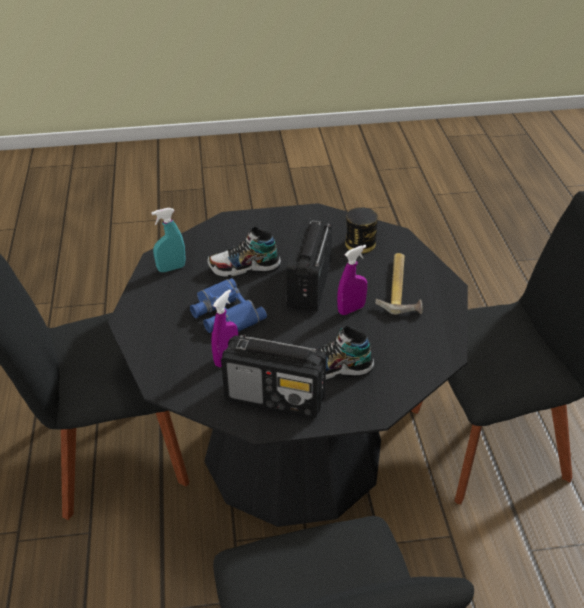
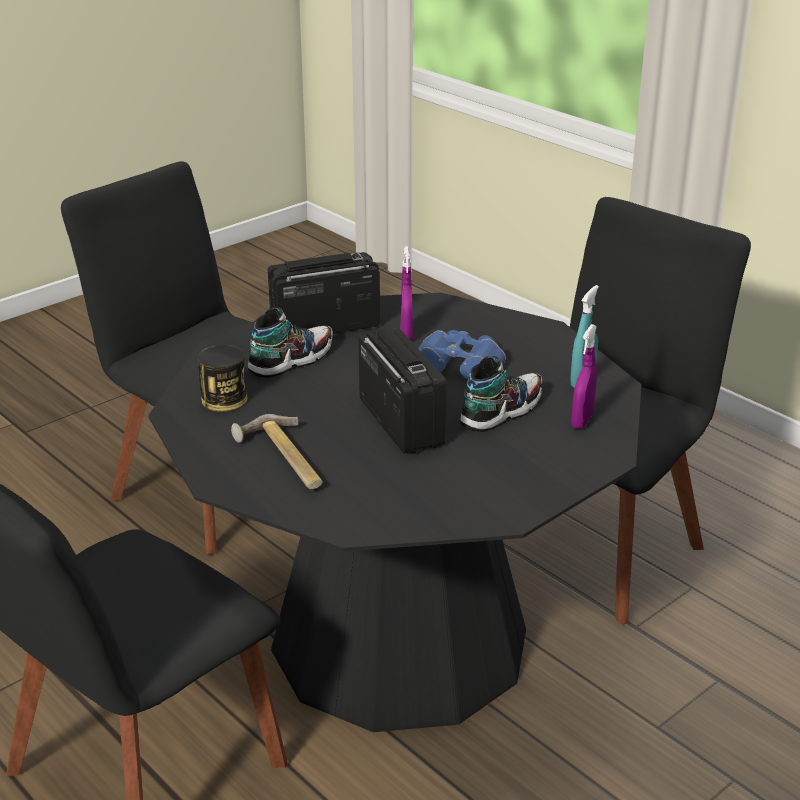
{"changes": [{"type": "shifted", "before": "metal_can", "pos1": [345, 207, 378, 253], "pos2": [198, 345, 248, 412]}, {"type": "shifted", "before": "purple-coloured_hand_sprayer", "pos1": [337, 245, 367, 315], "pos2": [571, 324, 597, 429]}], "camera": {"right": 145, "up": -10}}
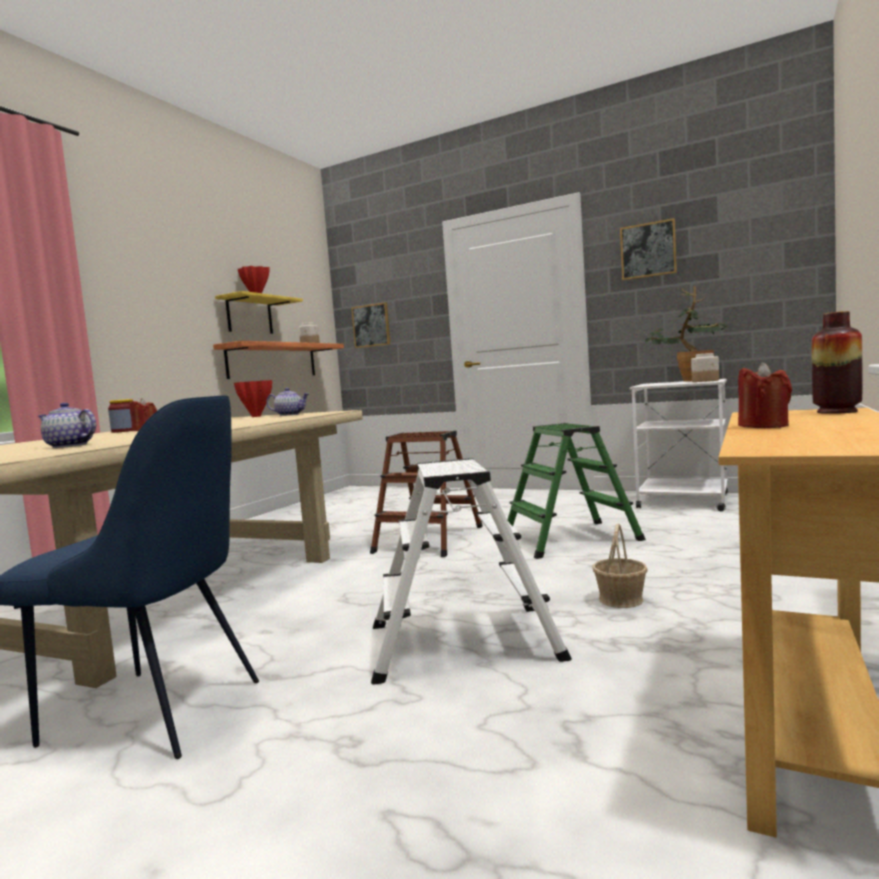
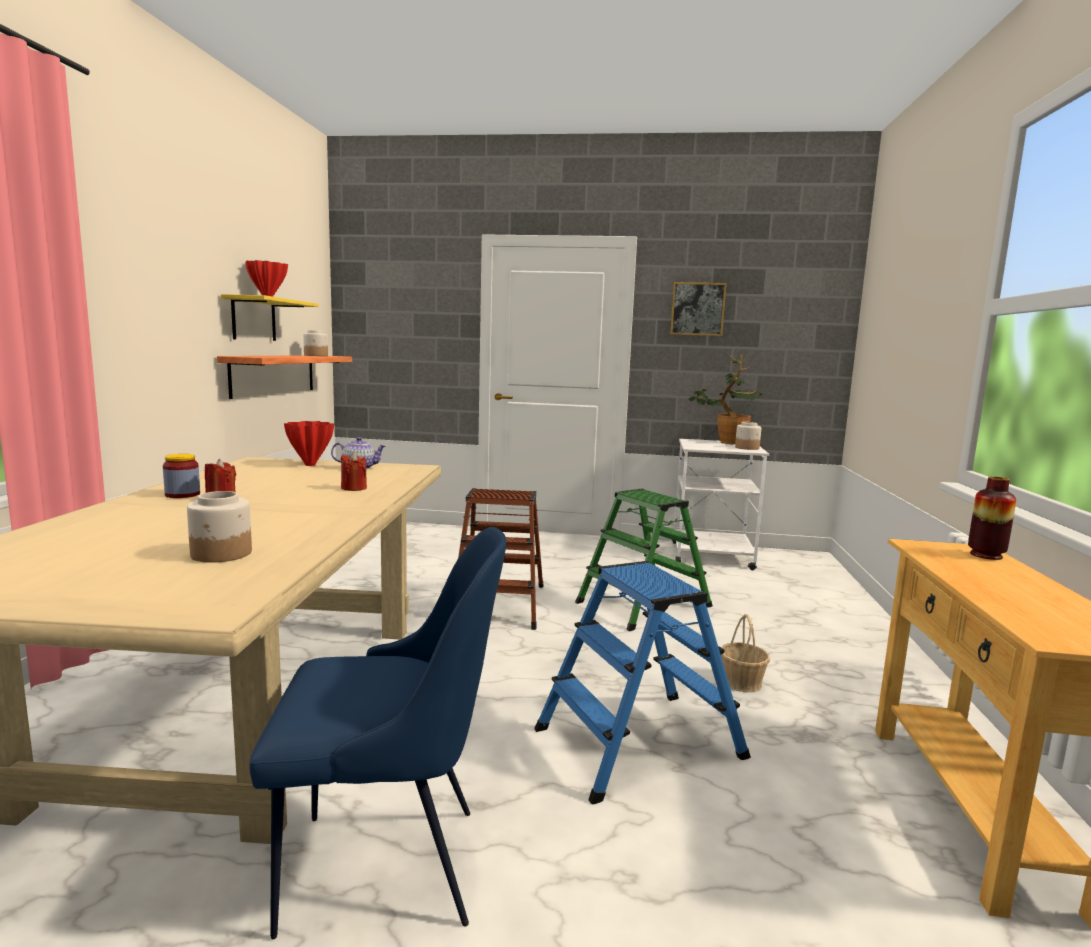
{"changes": [{"type": "gone", "before": "wall_picture", "pos1": [351, 302, 390, 348]}, {"type": "shifted", "before": "red-coloured_wax_candle", "pos1": [738, 362, 792, 428], "pos2": [341, 452, 367, 491]}, {"type": "swapped", "before": "tea_pot", "after": "preserve_jar", "pos1": [38, 402, 96, 448], "pos2": [187, 491, 252, 563]}, {"type": "repainted", "before": "white-coloured_step_stool", "after": "blue-coloured_step_stool", "pos1": [371, 458, 572, 684], "pos2": [534, 561, 751, 804]}], "camera": {"right": -20, "up": 5}}
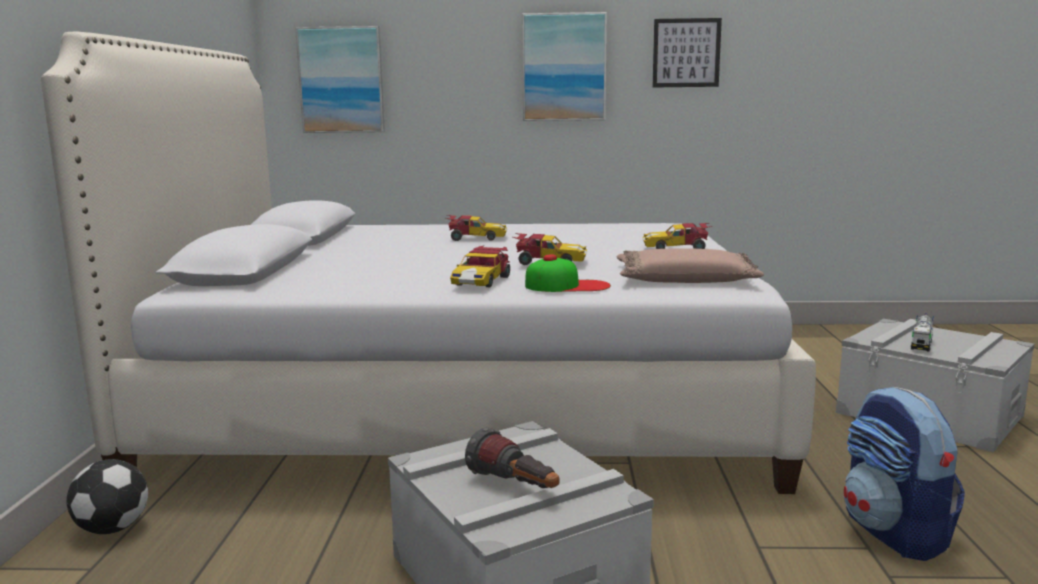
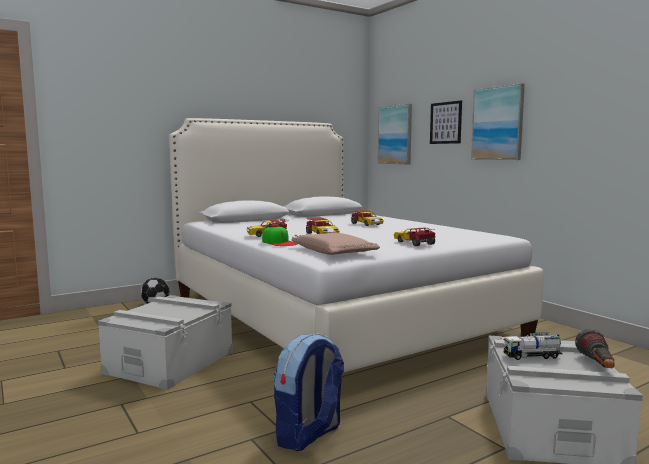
{"changes": [{"type": "shifted", "before": "wall_picture", "pos1": [652, 18, 722, 88], "pos2": [430, 100, 462, 144]}, {"type": "shifted", "before": "flashlight", "pos1": [465, 427, 560, 488], "pos2": [575, 329, 615, 368]}], "camera": {"right": 55, "up": -5}}
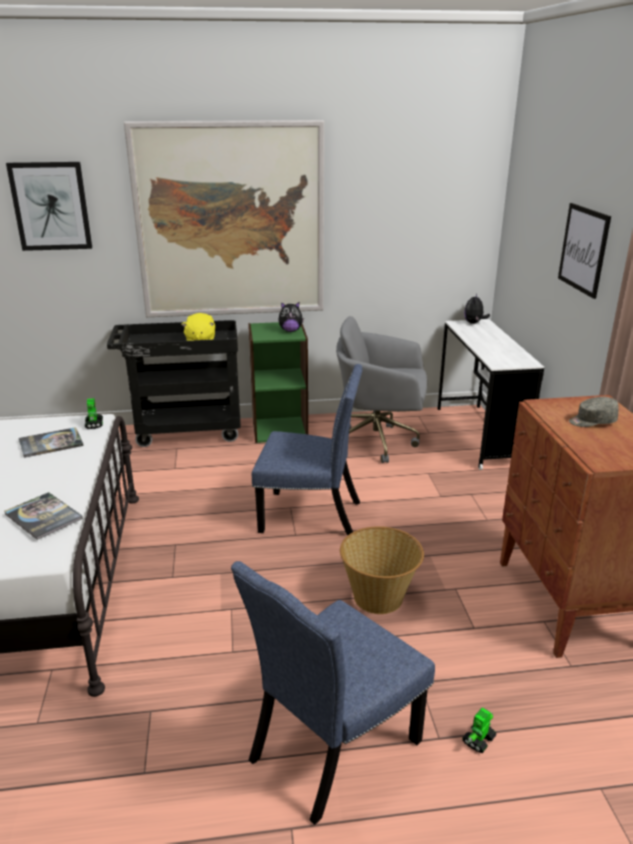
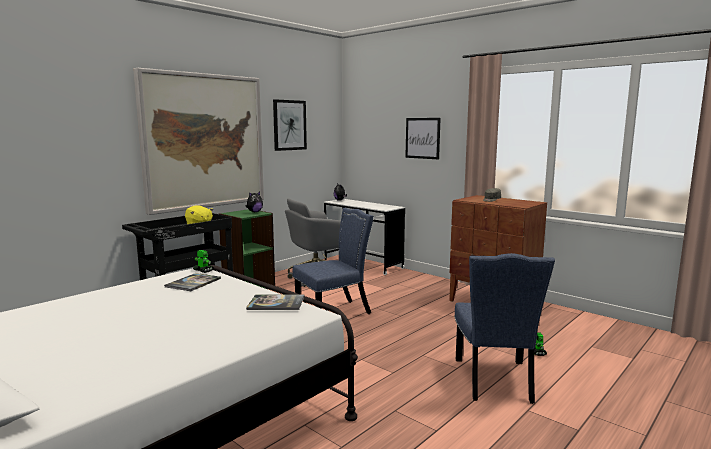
{"changes": [{"type": "shifted", "before": "wall_picture", "pos1": [6, 162, 92, 251], "pos2": [273, 99, 307, 151]}, {"type": "gone", "before": "household_basket", "pos1": [340, 526, 424, 614]}], "camera": {"right": -40, "up": -15}}
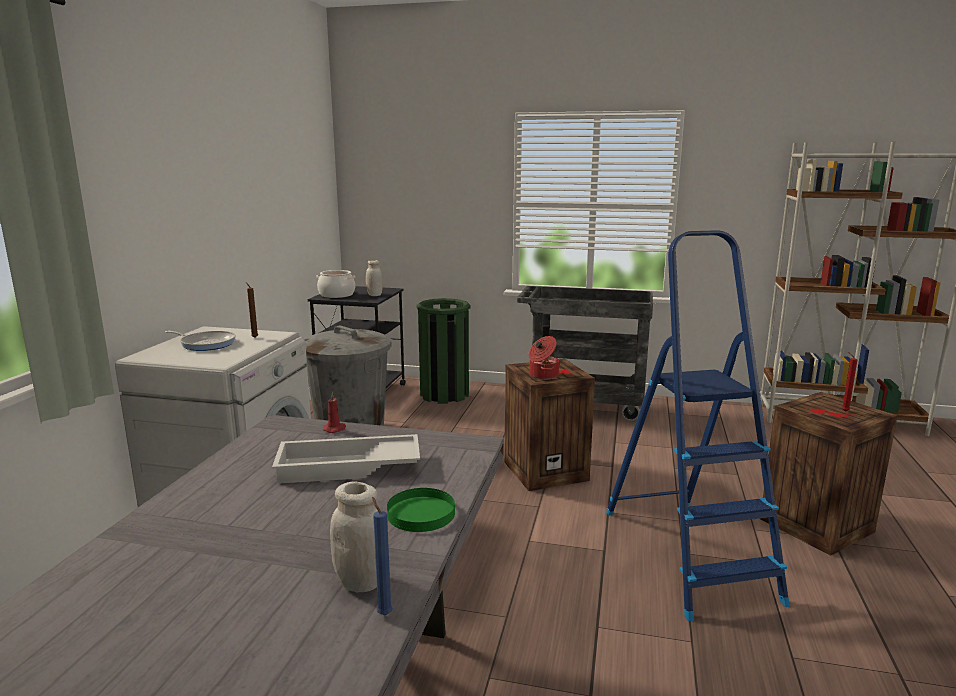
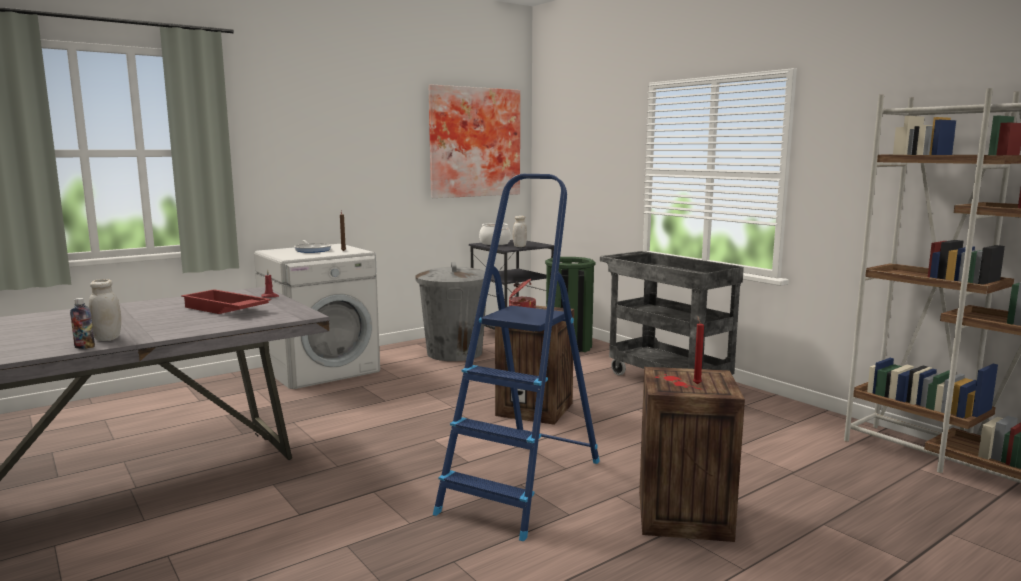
{"changes": [{"type": "repainted", "before": "white-coloured_tray", "after": "red-coloured_tray", "pos1": [272, 434, 420, 484], "pos2": [181, 289, 271, 314]}, {"type": "gone", "before": "green_plate", "pos1": [387, 488, 455, 532]}, {"type": "swapped", "before": "blue-coloured_wax_candle", "after": "beverage_bottle", "pos1": [372, 497, 393, 615], "pos2": [70, 298, 95, 349]}, {"type": "new", "after": "wall_picture", "pos2": [429, 84, 520, 198]}], "camera": {"right": 40, "up": -5}}
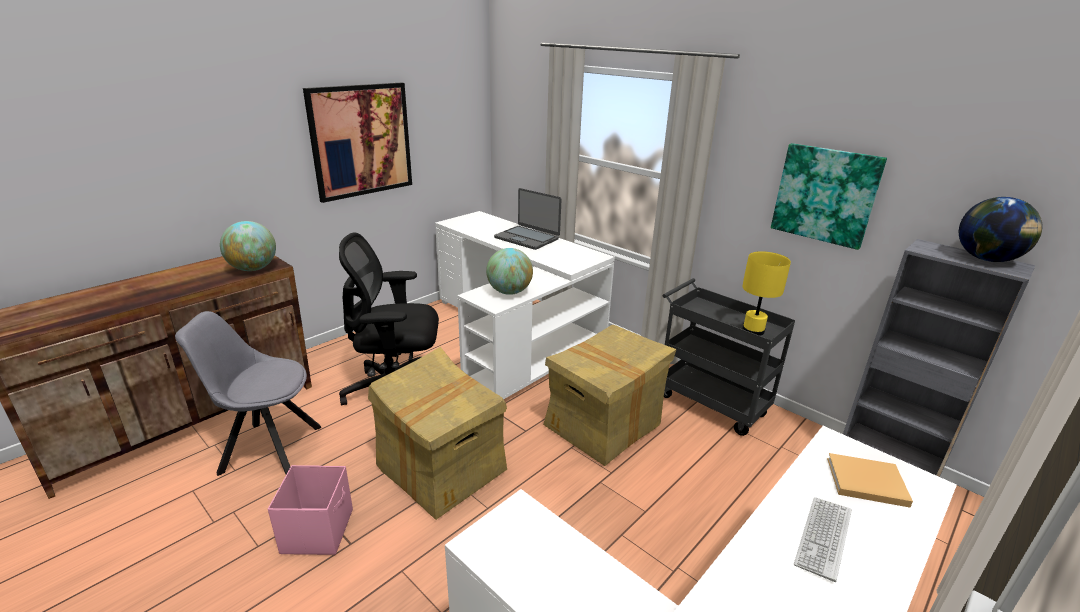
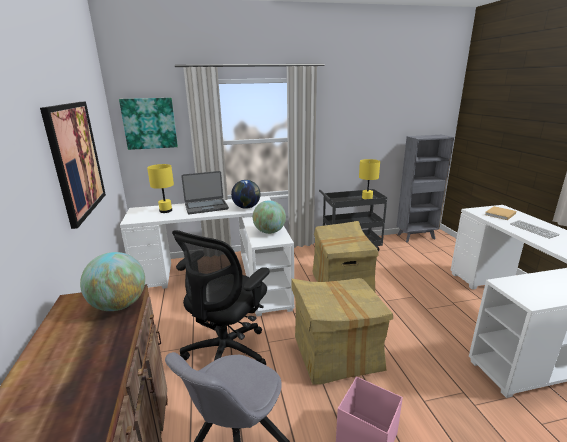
{"changes": [{"type": "shifted", "before": "wall_picture", "pos1": [771, 143, 887, 250], "pos2": [119, 98, 178, 150]}, {"type": "shifted", "before": "world_globe", "pos1": [959, 197, 1042, 262], "pos2": [231, 180, 260, 209]}, {"type": "new", "after": "yellow-coloured_lamp_for_a_table", "pos2": [147, 164, 174, 213]}], "camera": {"right": -55, "up": -5}}
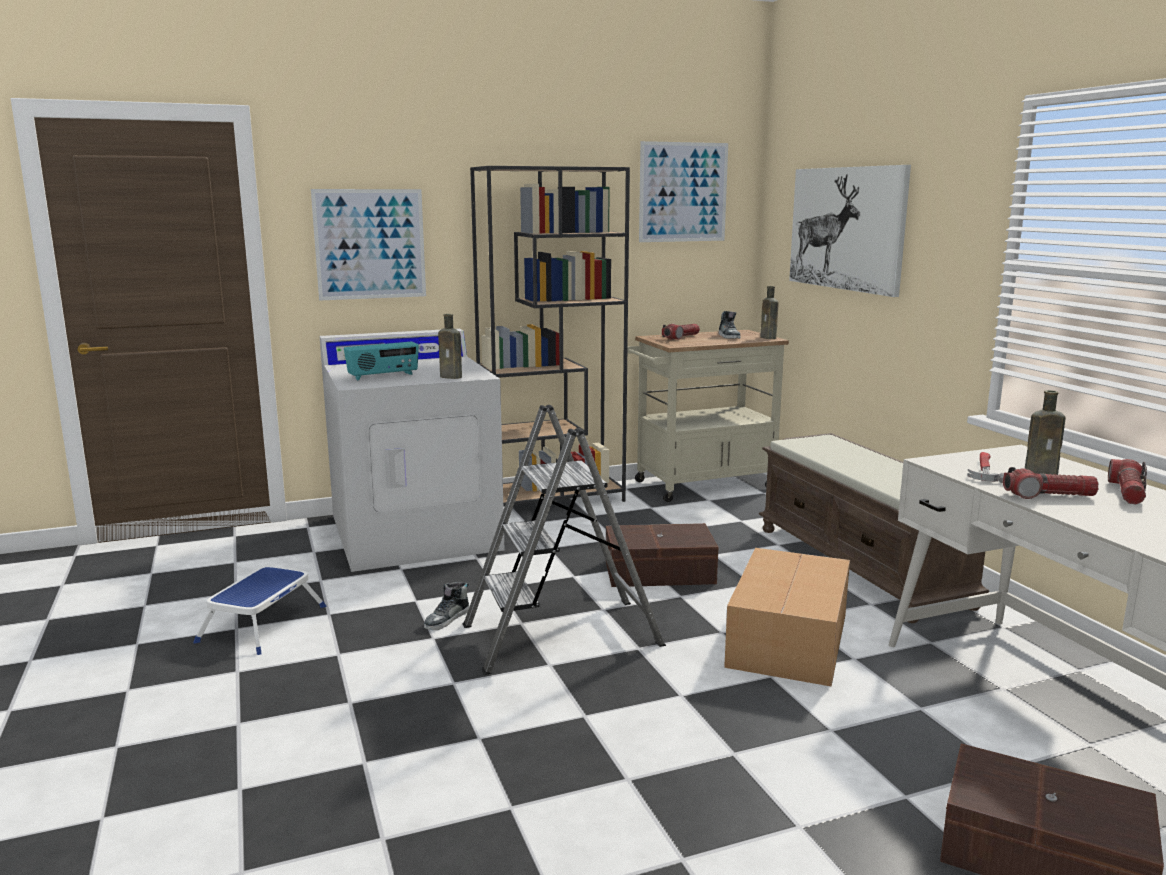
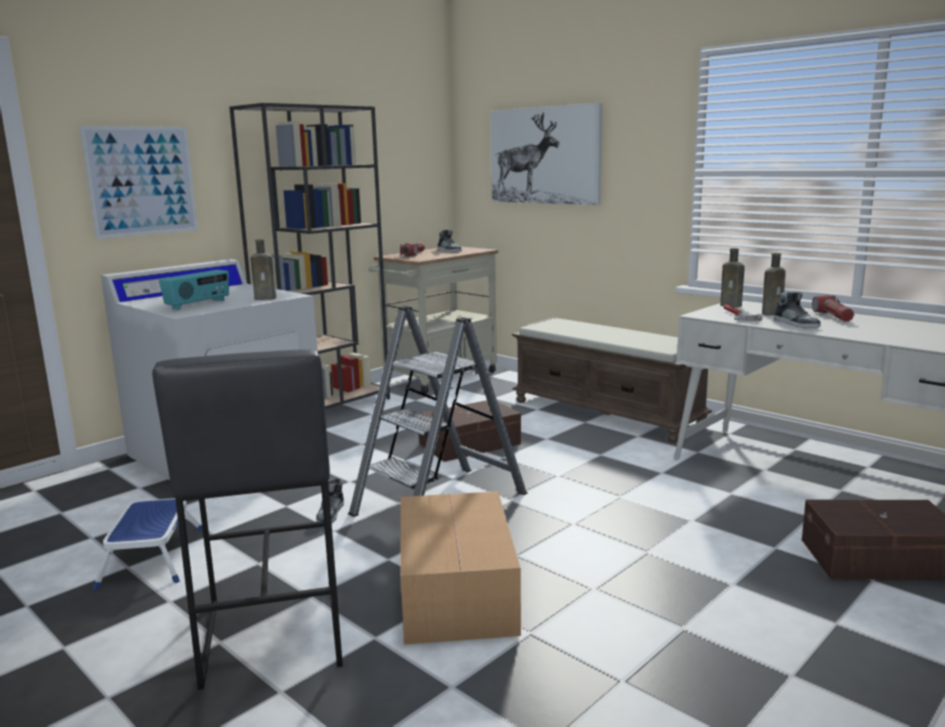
{"changes": [{"type": "gone", "before": "wall_picture", "pos1": [639, 141, 728, 242]}, {"type": "shifted", "before": "brownish_beverage_bottle", "pos1": [760, 286, 779, 339], "pos2": [720, 248, 745, 308]}, {"type": "swapped", "before": "flashlight", "after": "low_shoe", "pos1": [1003, 467, 1099, 499], "pos2": [774, 292, 821, 328]}, {"type": "shifted", "before": "packing_box", "pos1": [724, 548, 850, 687], "pos2": [401, 491, 521, 645]}, {"type": "new", "after": "grey_stool_seat", "pos2": [152, 349, 343, 690]}], "camera": {"right": -25, "up": 0}}
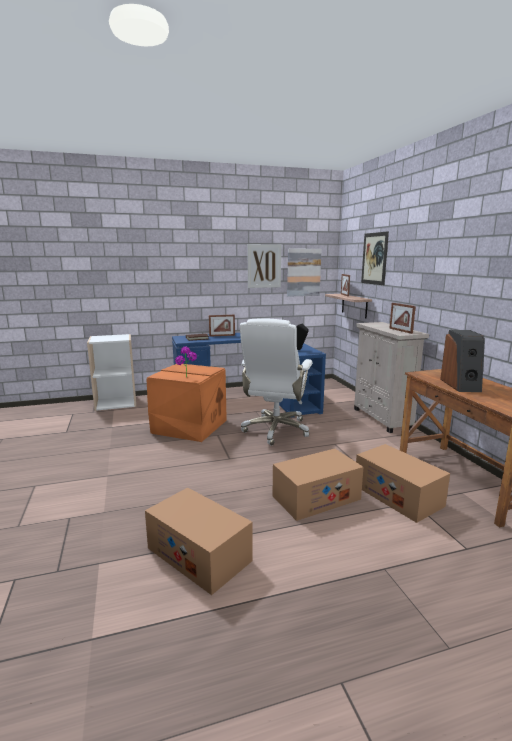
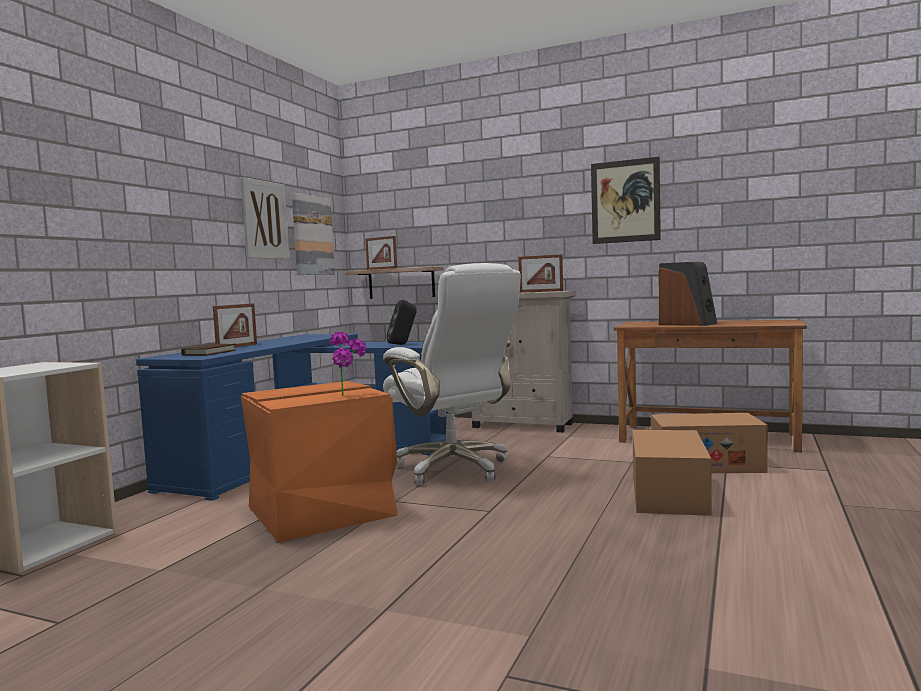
{"changes": [{"type": "shifted", "before": "wall_picture", "pos1": [361, 231, 389, 285], "pos2": [591, 157, 661, 244]}, {"type": "gone", "before": "packing_box", "pos1": [145, 487, 253, 595]}], "camera": {"right": -50, "up": -10}}
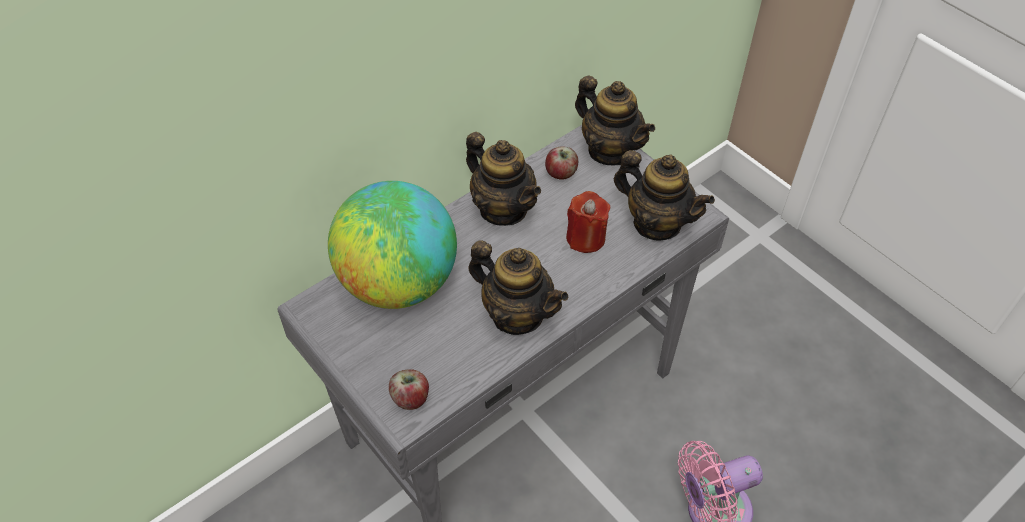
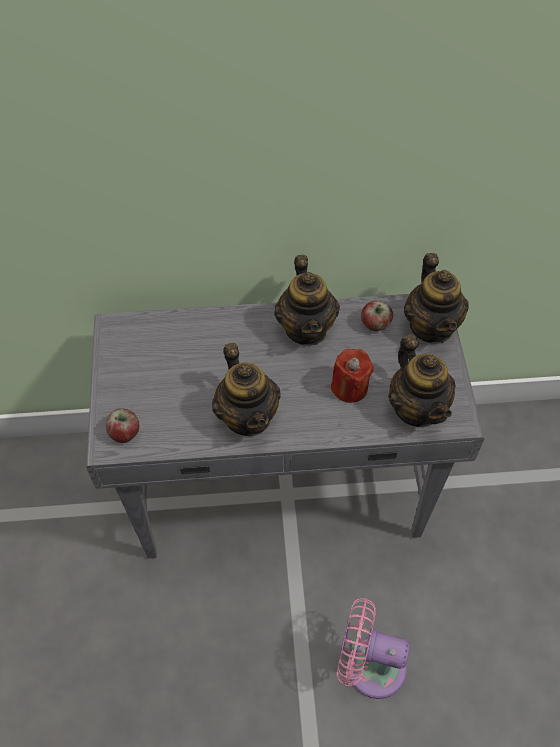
{"changes": [{"type": "gone", "before": "world_globe", "pos1": [328, 181, 457, 309]}], "camera": {"right": 35, "up": 5}}
